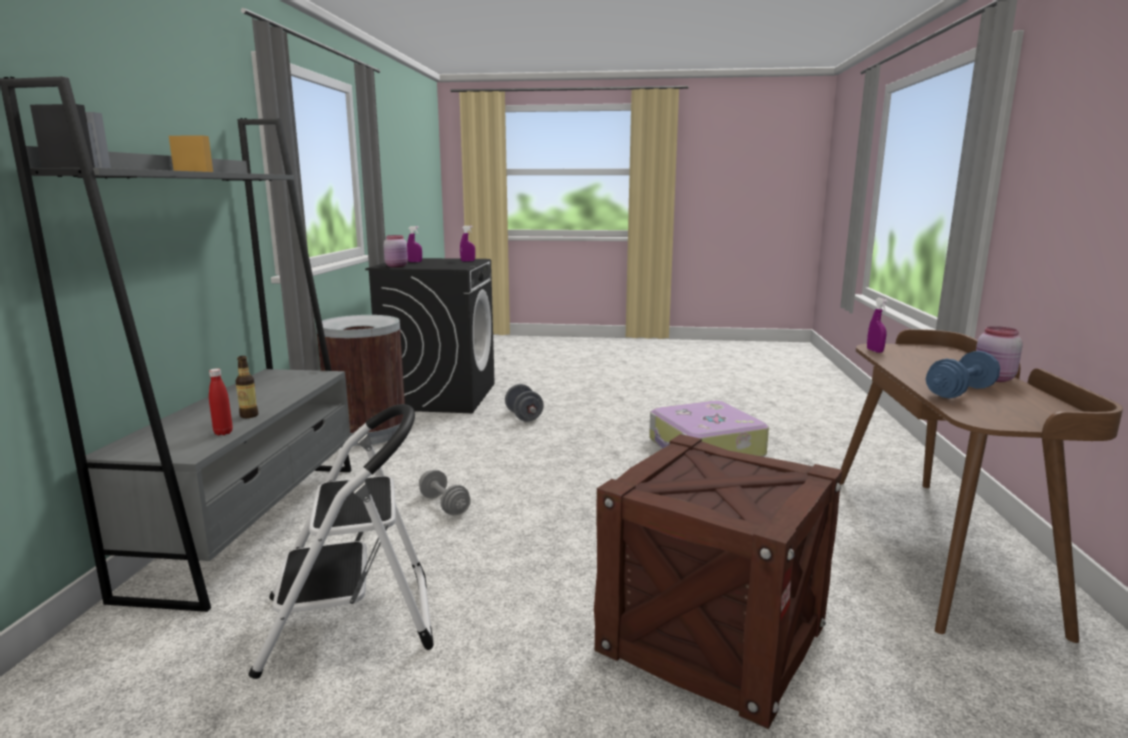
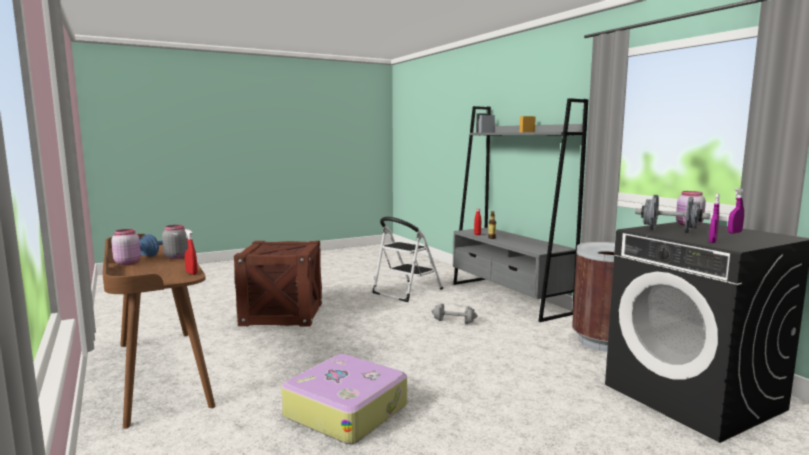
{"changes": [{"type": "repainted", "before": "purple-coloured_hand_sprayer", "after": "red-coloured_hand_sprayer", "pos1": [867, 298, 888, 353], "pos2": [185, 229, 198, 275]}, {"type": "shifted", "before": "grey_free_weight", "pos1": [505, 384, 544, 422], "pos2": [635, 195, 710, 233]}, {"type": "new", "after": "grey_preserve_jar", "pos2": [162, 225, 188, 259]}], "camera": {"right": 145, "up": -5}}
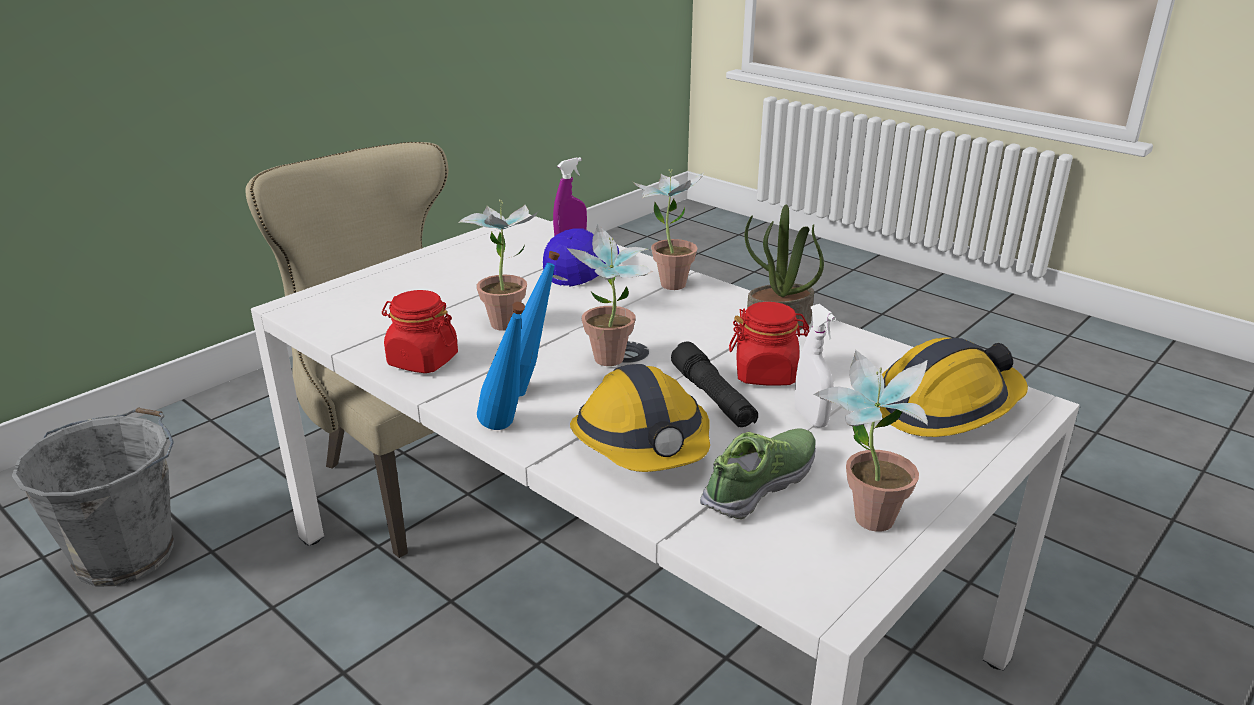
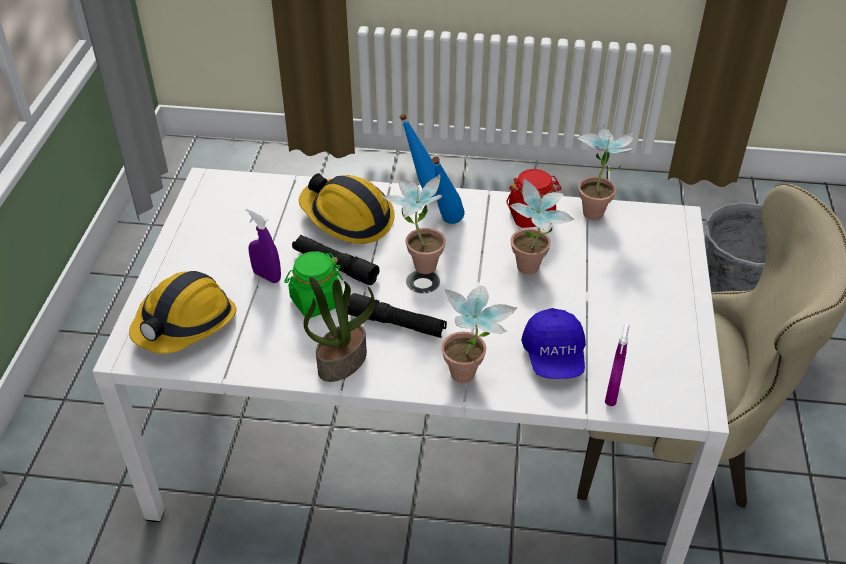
{"changes": [{"type": "repainted", "before": "red-coloured_preserve_jar", "after": "green_preserve_jar", "pos1": [729, 302, 809, 386], "pos2": [285, 251, 343, 318]}, {"type": "repainted", "before": "white-coloured_hand_sprayer", "after": "purple-coloured_hand_sprayer", "pos1": [794, 304, 836, 428], "pos2": [246, 208, 281, 283]}, {"type": "shifted", "before": "plant_in_a_pot", "pos1": [814, 350, 928, 532], "pos2": [576, 124, 634, 220]}, {"type": "gone", "before": "low_shoe", "pos1": [700, 428, 816, 519]}, {"type": "new", "after": "blackish_flashlight", "pos2": [348, 293, 447, 338]}], "camera": {"right": 145, "up": 15}}
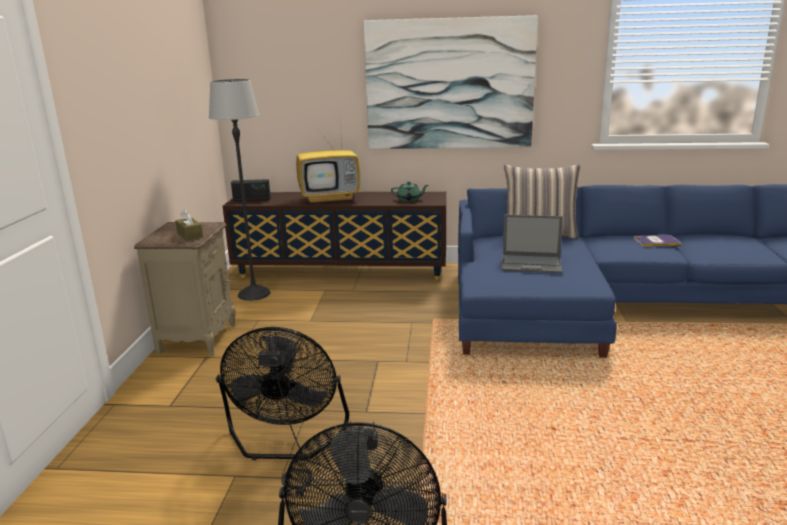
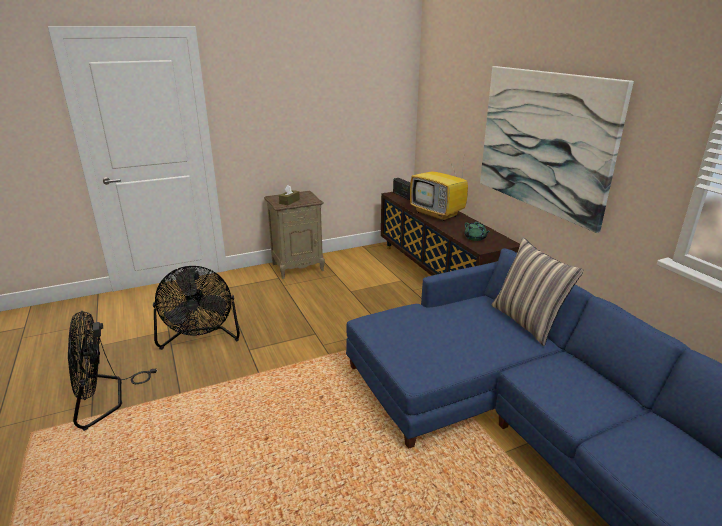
{"changes": [{"type": "gone", "before": "standard_lamp", "pos1": [209, 79, 271, 301]}, {"type": "gone", "before": "laptop", "pos1": [501, 215, 563, 273]}, {"type": "gone", "before": "book", "pos1": [634, 235, 681, 247]}, {"type": "rotated", "before": "blackish_fan", "pos1": [216, 327, 349, 495], "pos2": [153, 266, 240, 350], "turn": 105}], "camera": {"right": 60, "up": 5}}
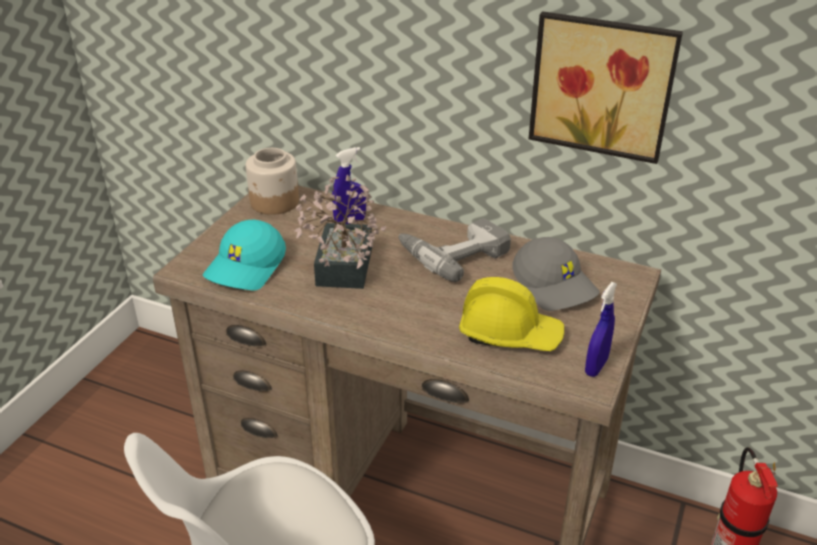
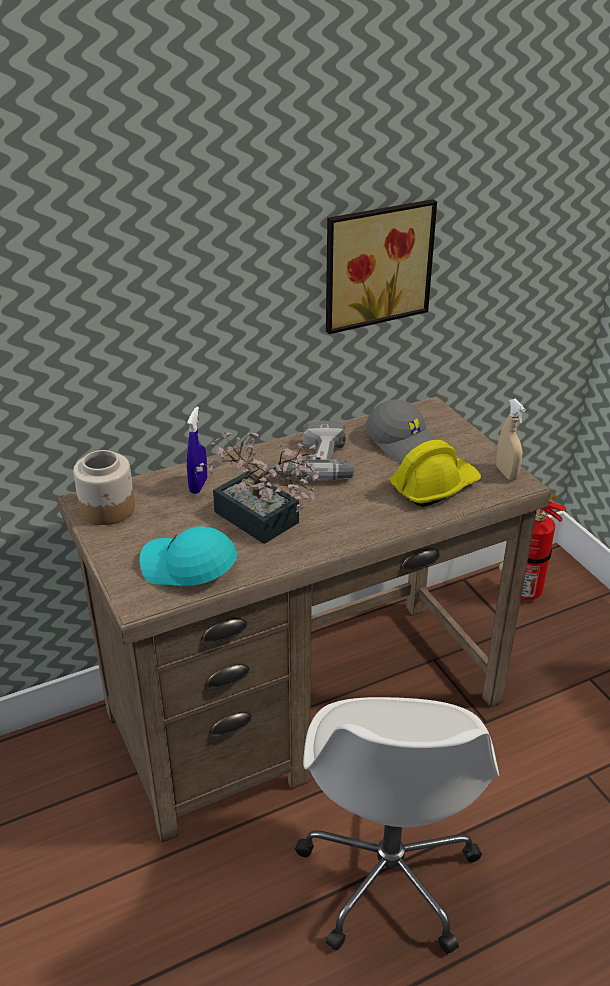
{"changes": [{"type": "rotated", "before": "turquoise-coloured_cap", "pos1": [203, 220, 286, 291], "pos2": [140, 526, 237, 586], "turn": 135}, {"type": "rotated", "before": "grey_cap", "pos1": [512, 237, 600, 311], "pos2": [366, 399, 438, 462], "turn": 45}, {"type": "repainted", "before": "blue-coloured_hand_sprayer", "after": "sand-coloured_hand_sprayer", "pos1": [585, 282, 617, 377], "pos2": [496, 399, 526, 480]}], "camera": {"right": -50, "up": 0}}
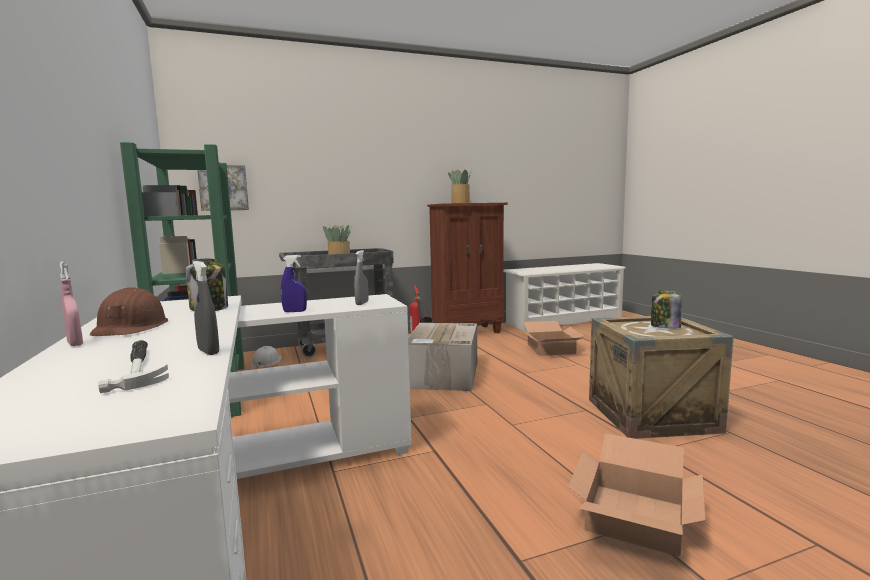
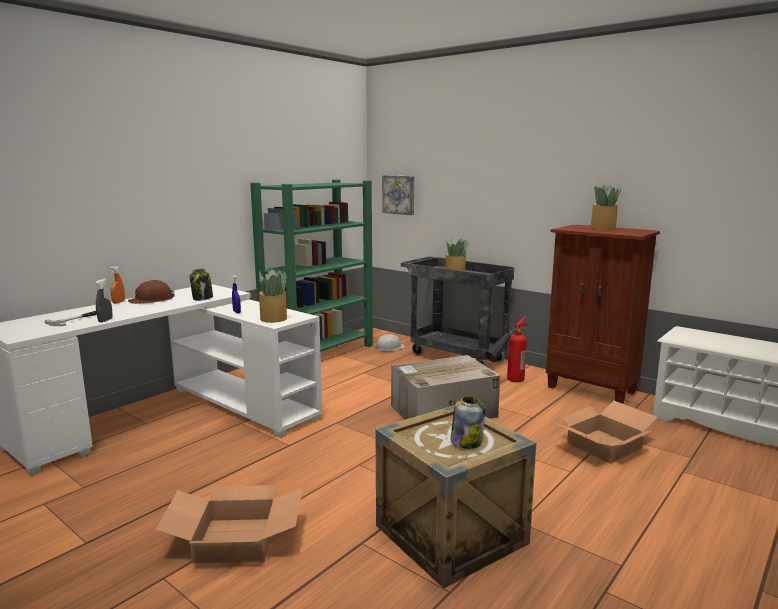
{"changes": [{"type": "swapped", "before": "grey_hand_sprayer", "after": "plant_in_a_pot", "pos1": [354, 250, 369, 305], "pos2": [258, 269, 287, 323]}, {"type": "repainted", "before": "pinkish_hand_sprayer", "after": "orange_hand_sprayer", "pos1": [60, 261, 83, 346], "pos2": [110, 266, 125, 304]}], "camera": {"right": 60, "up": 5}}
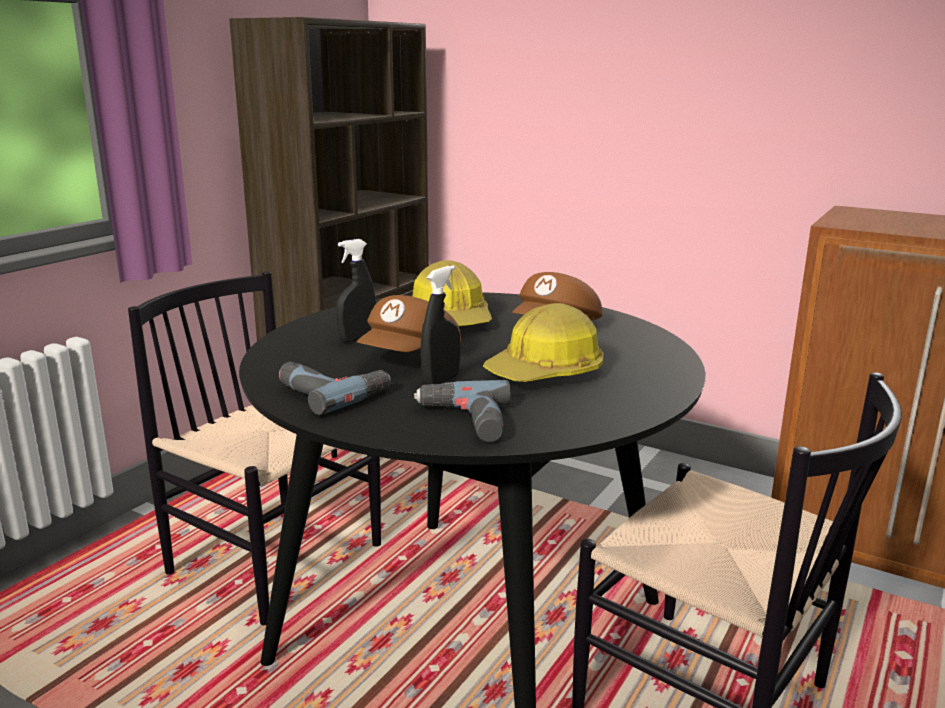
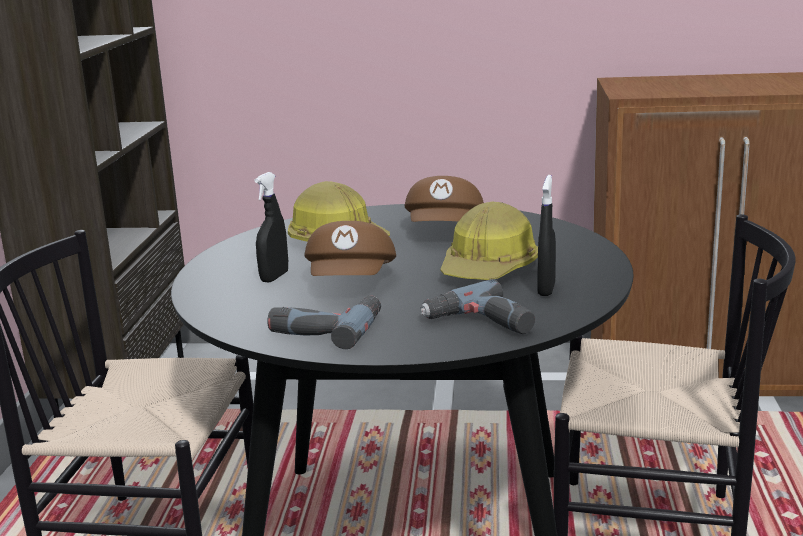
{"changes": [{"type": "shifted", "before": "blackish_hand_sprayer", "pos1": [421, 266, 460, 385], "pos2": [537, 175, 556, 296]}], "camera": {"right": -25, "up": 0}}
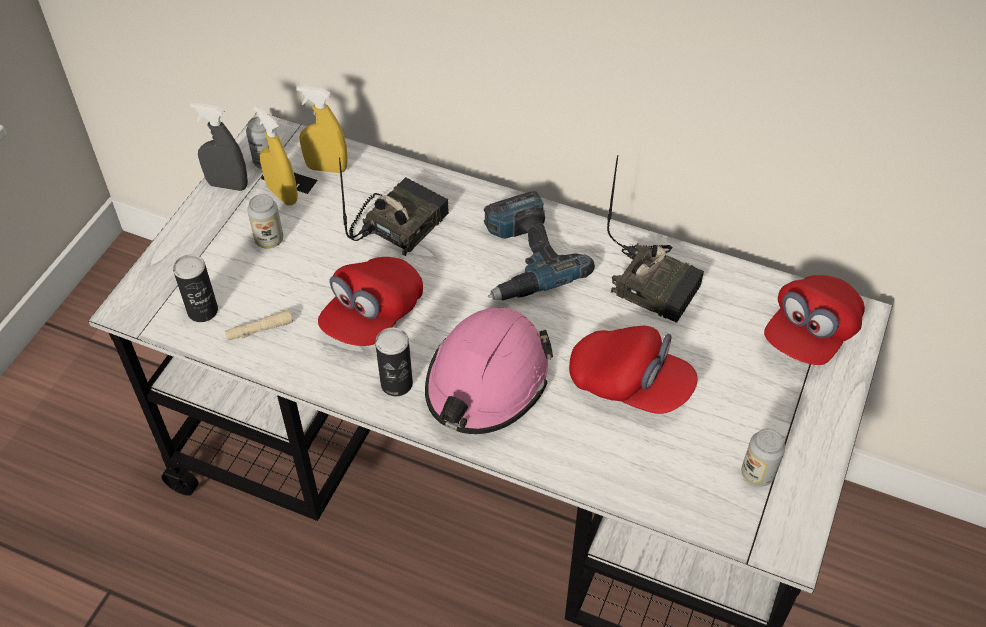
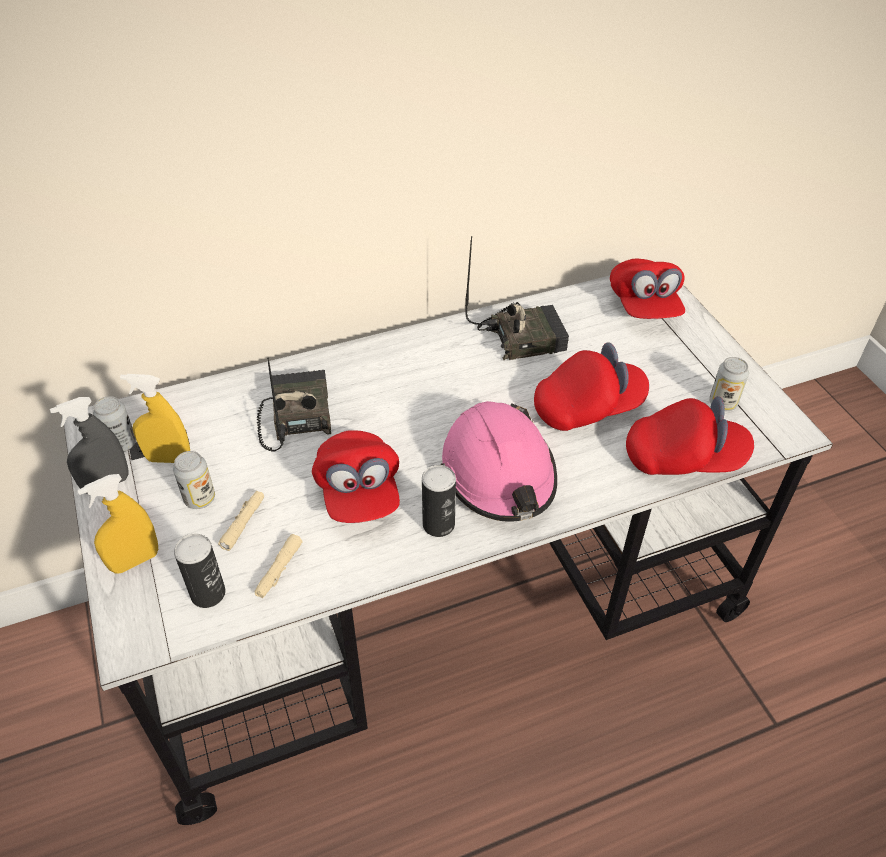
{"changes": [{"type": "shifted", "before": "yellow-coloured_hand_sprayer", "pos1": [296, 86, 348, 173], "pos2": [77, 474, 158, 574]}, {"type": "gone", "before": "electric_drill", "pos1": [484, 191, 595, 300]}, {"type": "new", "after": "red-coloured_cap", "pos2": [626, 396, 754, 475]}, {"type": "new", "after": "sand-coloured_flashlight", "pos2": [218, 491, 264, 551]}], "camera": {"right": -45, "up": -5}}
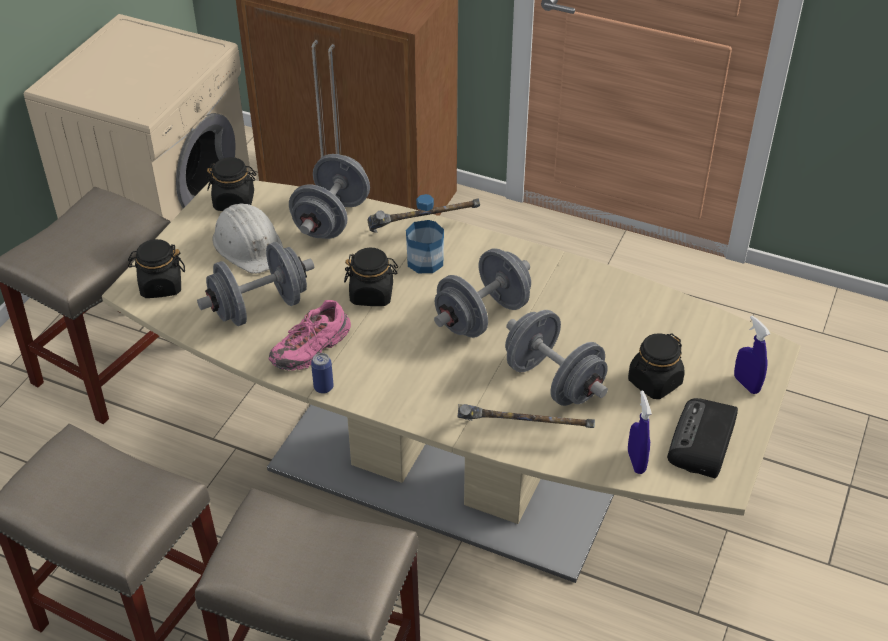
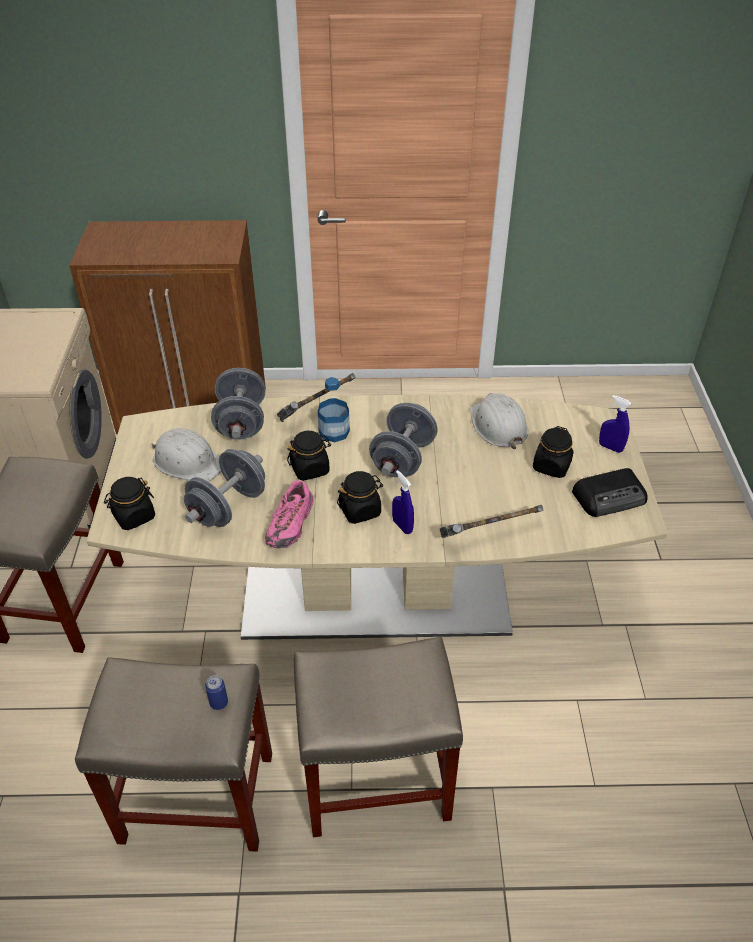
{"changes": [{"type": "shifted", "before": "blackish_preserve_jar", "pos1": [207, 157, 257, 211], "pos2": [337, 471, 383, 524]}, {"type": "gone", "before": "grey_free_weight", "pos1": [505, 310, 608, 406]}, {"type": "shifted", "before": "metal_can", "pos1": [311, 353, 334, 394], "pos2": [205, 675, 228, 710]}, {"type": "shifted", "before": "blue-coloured_hand_sprayer", "pos1": [628, 391, 652, 474], "pos2": [392, 470, 414, 534]}, {"type": "rotated", "before": "radio_receiver", "pos1": [667, 398, 738, 478], "pos2": [572, 468, 648, 517], "turn": -105}, {"type": "new", "after": "white-coloured_hard_hat", "pos2": [470, 393, 529, 449]}], "camera": {"right": -25, "up": 0}}
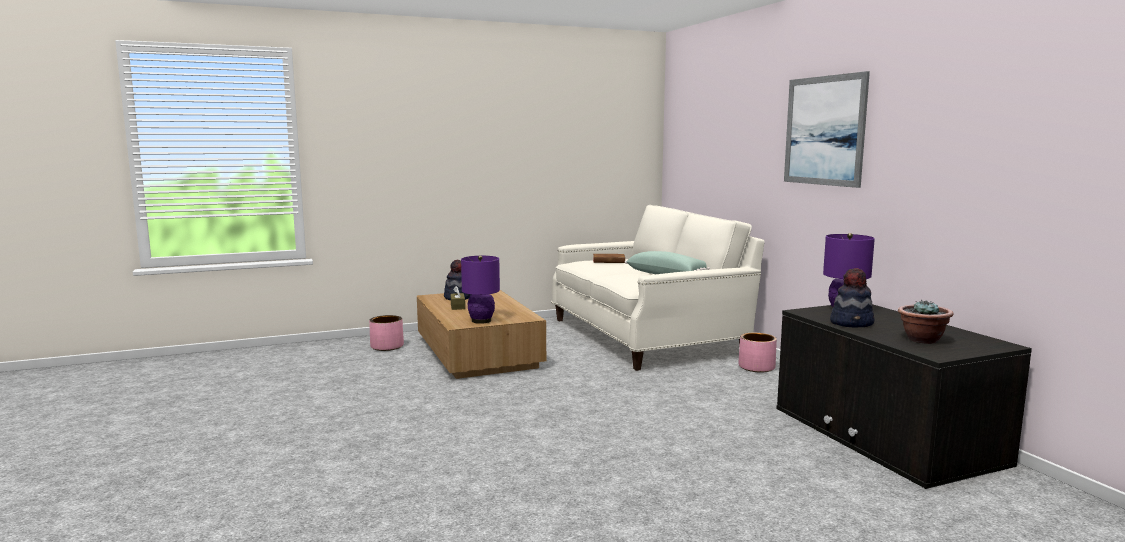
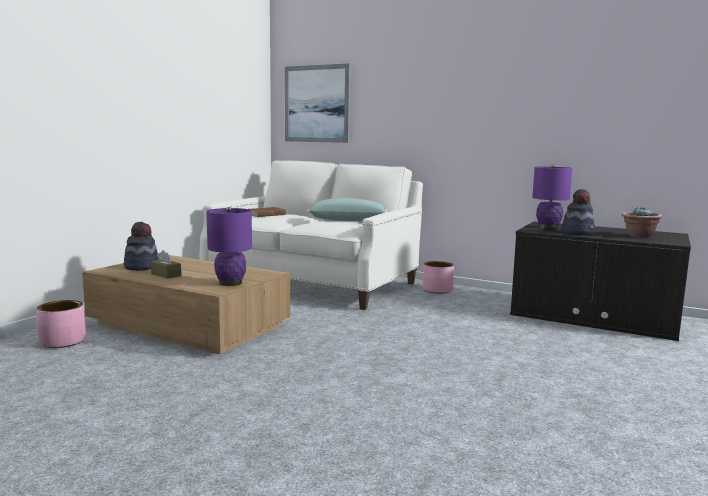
{"changes": [{"type": "shifted", "before": "wall_picture", "pos1": [784, 71, 870, 188], "pos2": [285, 63, 350, 143]}], "camera": {"right": -40, "up": 0}}
